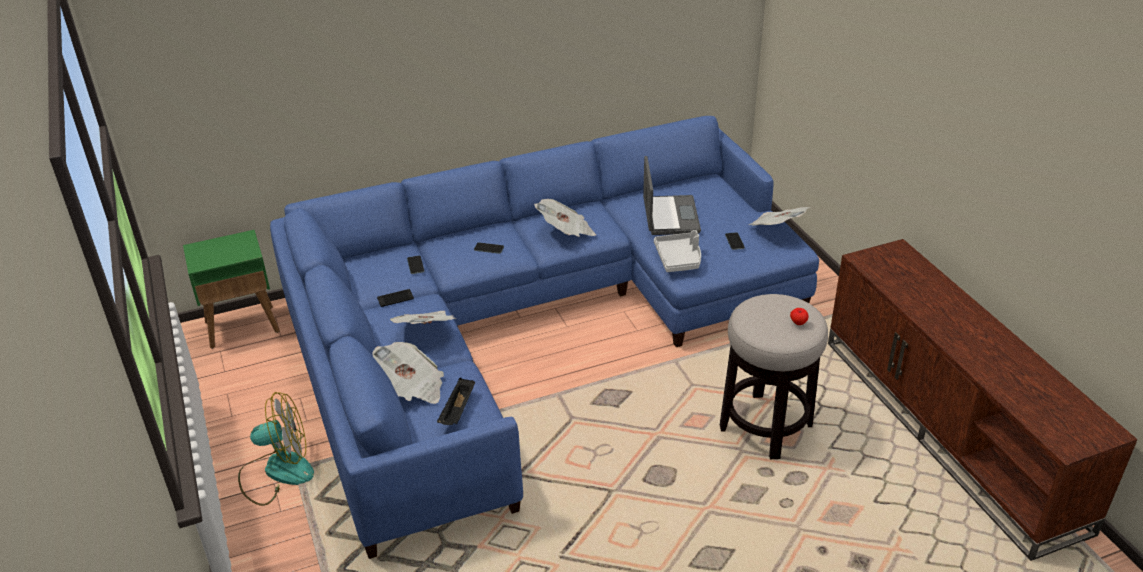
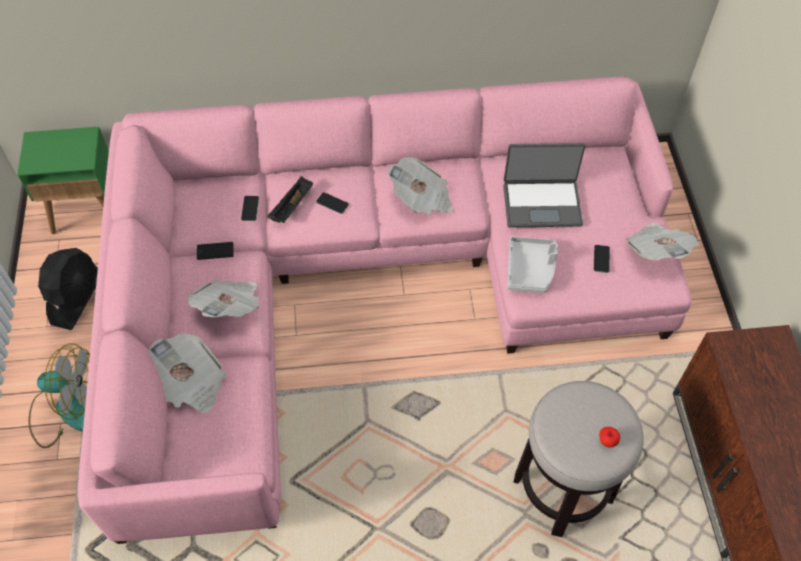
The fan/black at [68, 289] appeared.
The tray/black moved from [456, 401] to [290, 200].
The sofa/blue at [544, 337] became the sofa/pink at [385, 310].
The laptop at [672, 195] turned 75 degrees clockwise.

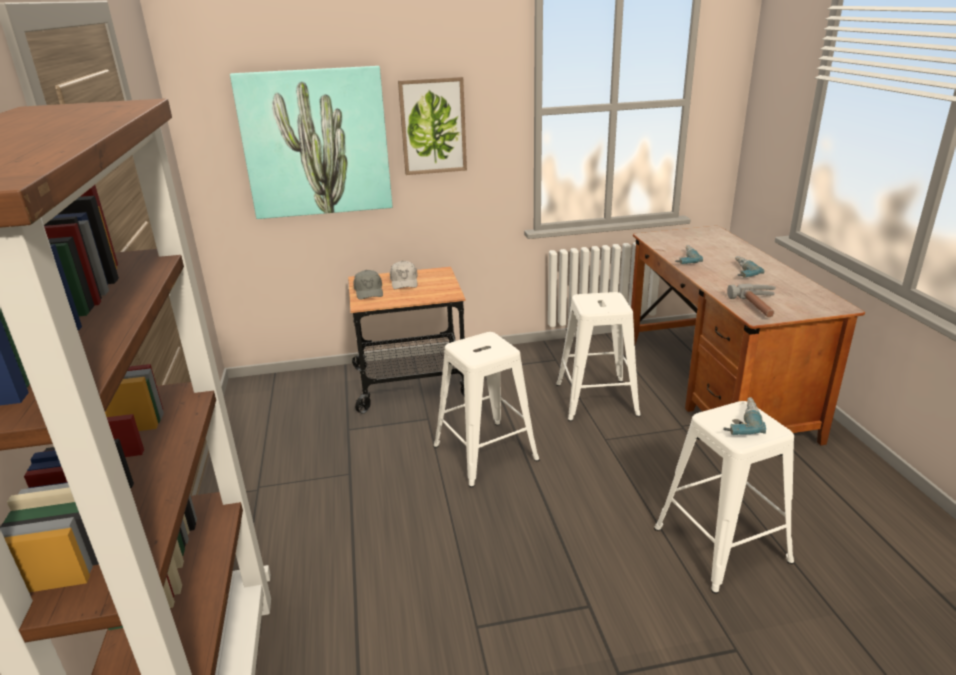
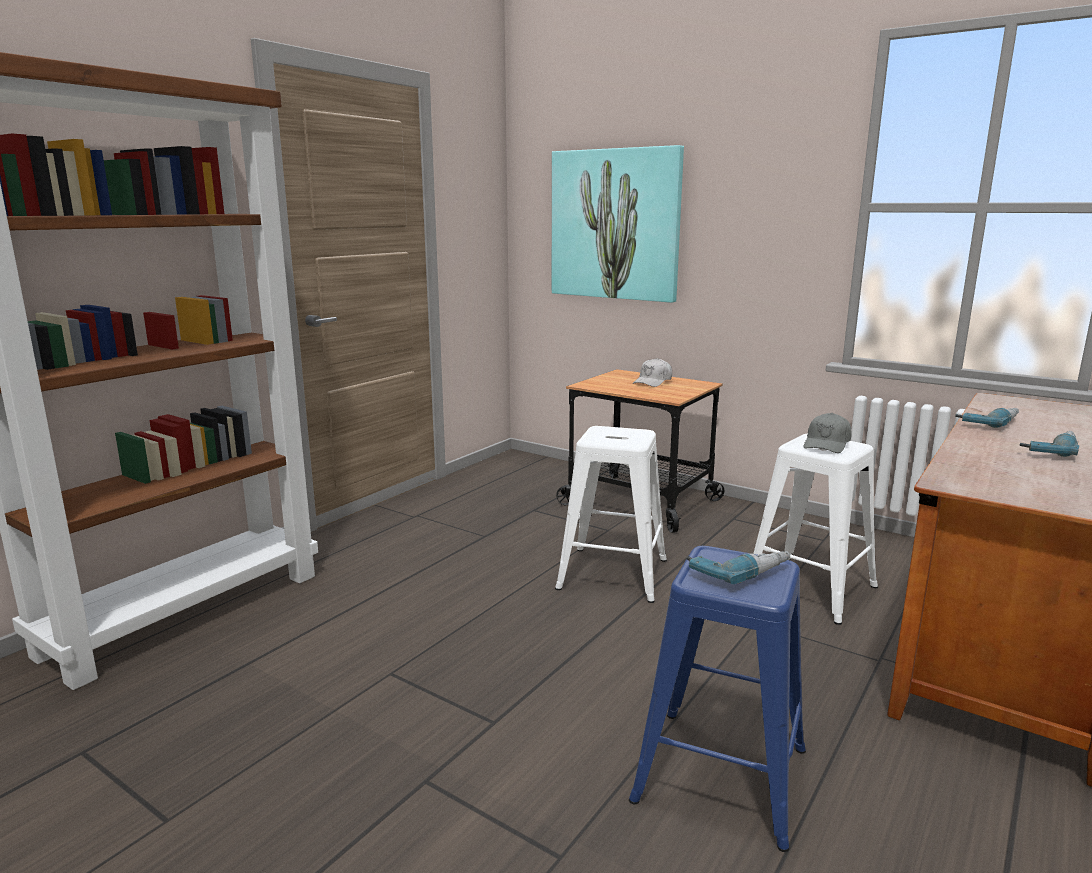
The picture at [432, 126] disappeared.
The hammer at [751, 300] disappeared.
The cap/grey moved from [368, 285] to [827, 433].
The stool/white at [724, 497] became the stool/blue at [717, 699].

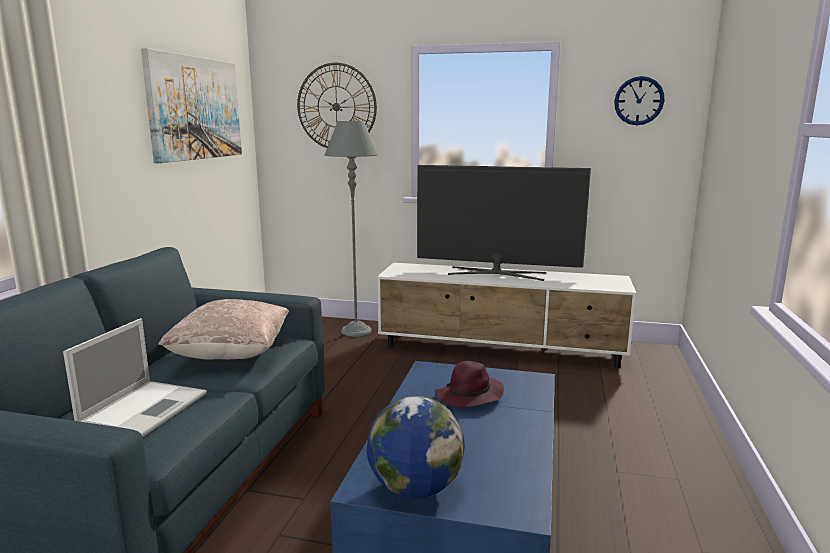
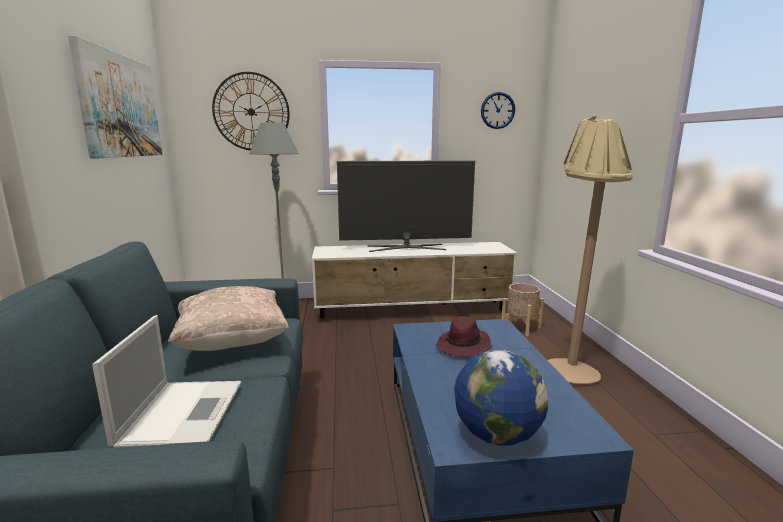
The planter/beige at [523, 310] appeared.
The floor lamp/beige at [590, 249] appeared.

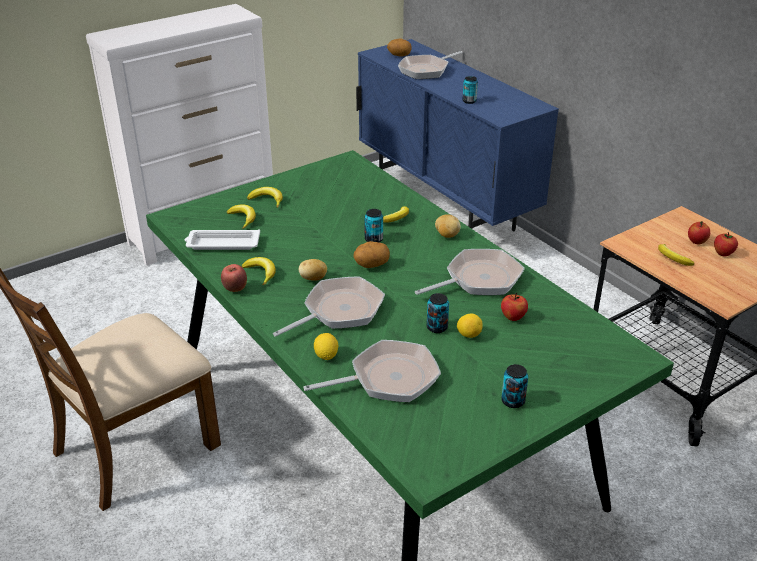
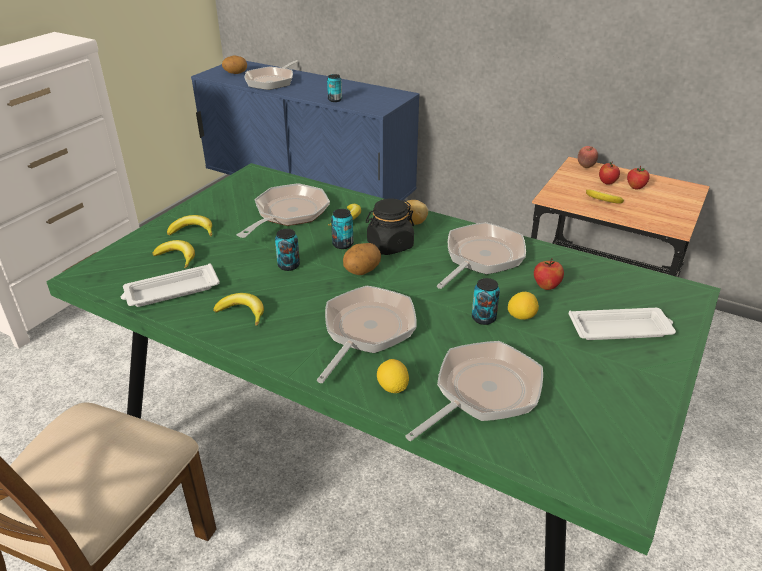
The potato at [313, 270] disappeared.
The frying pan at [283, 210] appeared.
The jar/black at [390, 226] appeared.
The tray/white at [622, 324] appeared.
The apple moved from [234, 278] to [588, 157].
The can moved from [514, 386] to [287, 250].

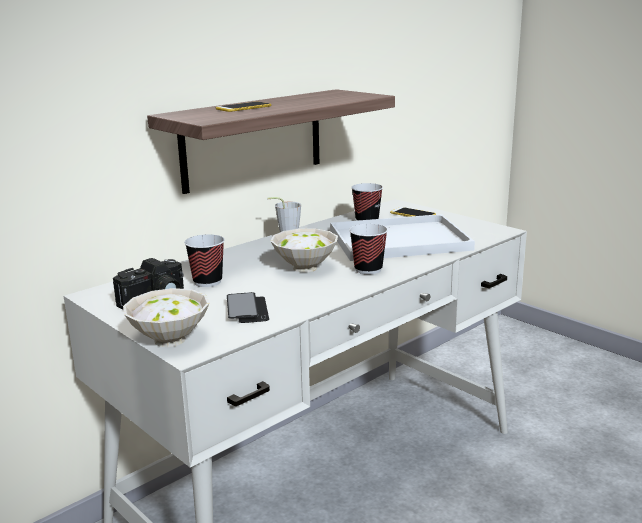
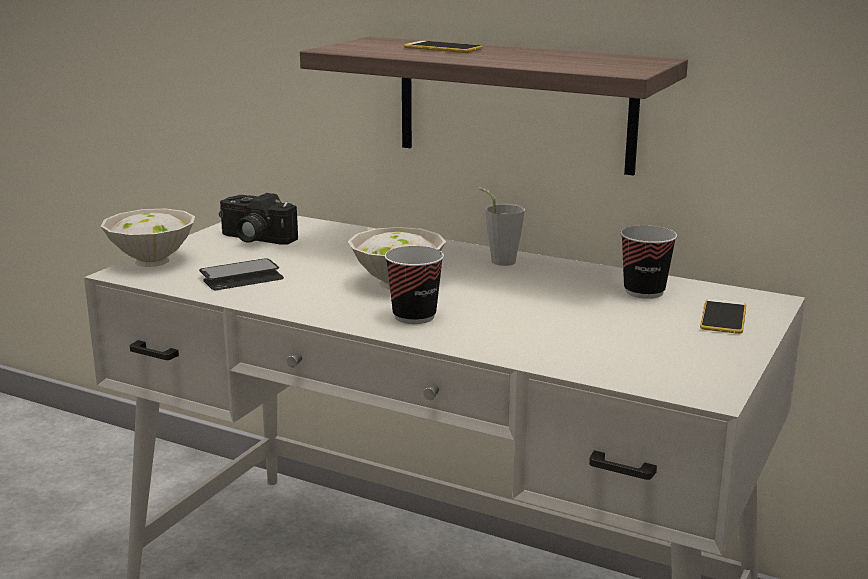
The cup at [204, 260] disappeared.
The tray/white at [402, 237] disappeared.

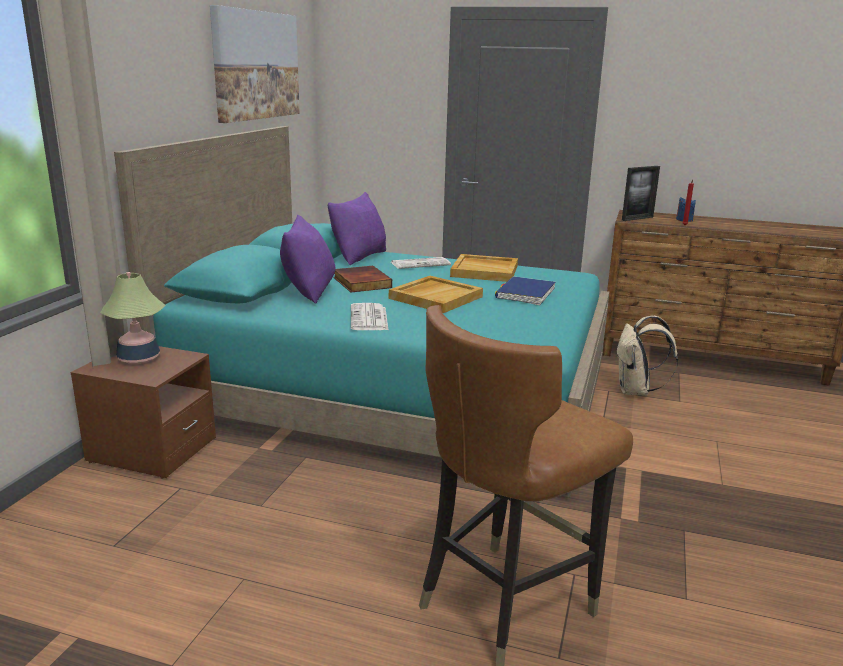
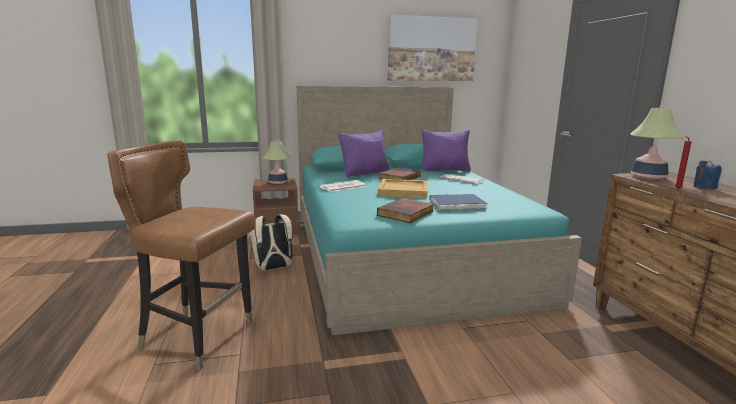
The tray/beige at [484, 268] disappeared.
The book at [405, 210] appeared.
The backpack/beige moved from [647, 355] to [270, 242].
The picture frame at [641, 193] was replaced by the table lamp at [657, 142].

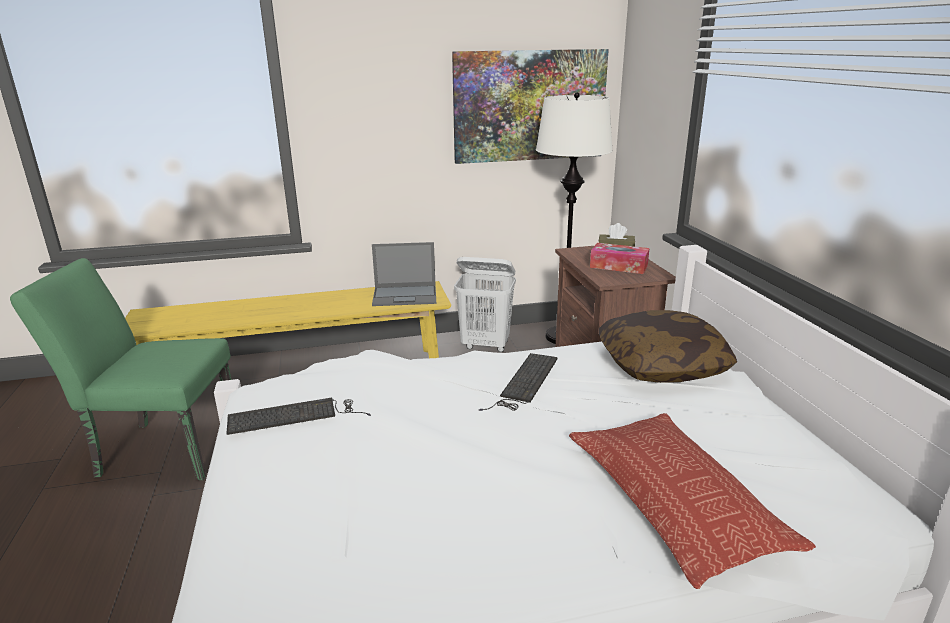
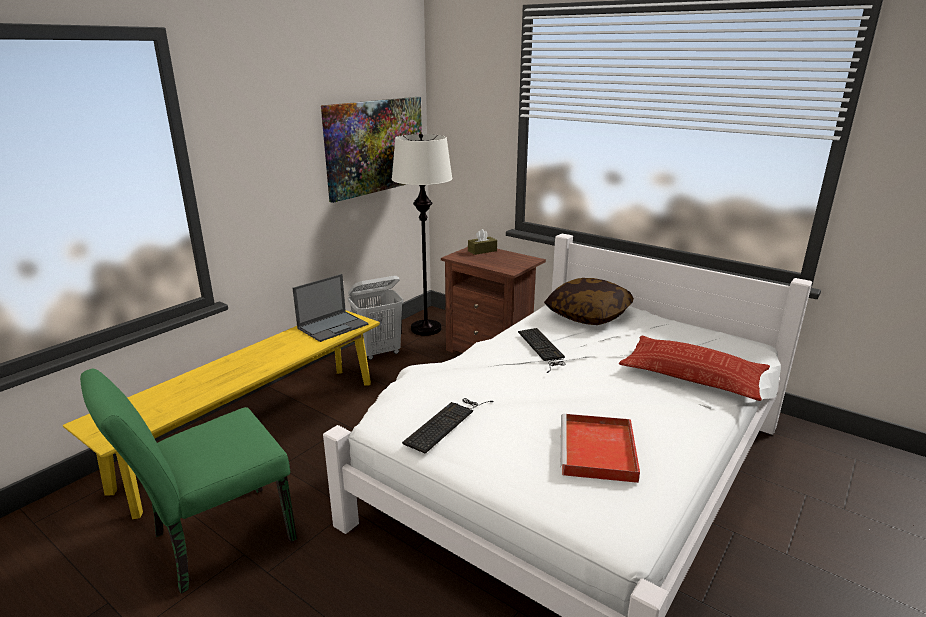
The tissue box at [620, 258] disappeared.
The tray/red at [600, 448] appeared.

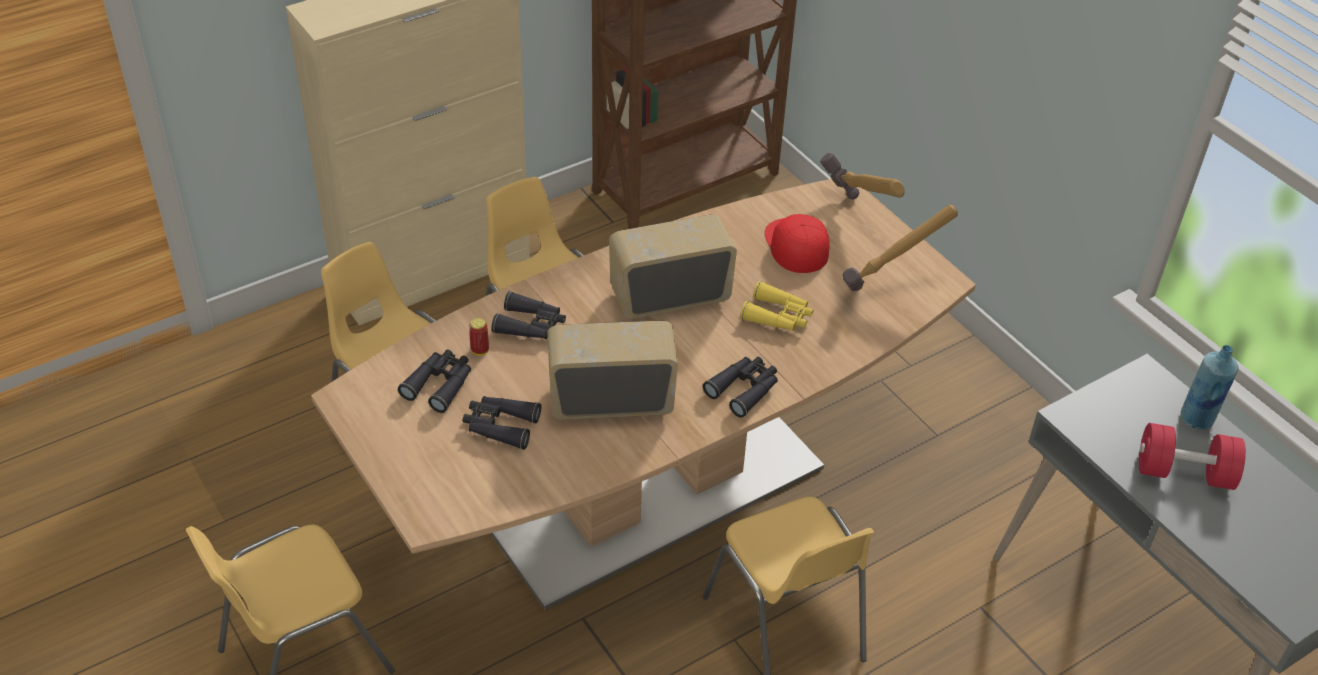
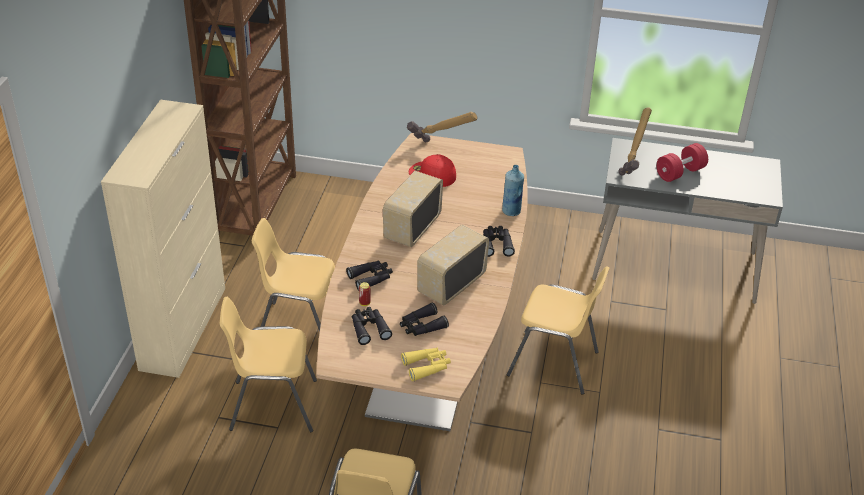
The binoculars/yellow moved from [777, 306] to [426, 365].
The hammer moved from [900, 248] to [635, 141].
The bottle/blue moved from [1209, 387] to [513, 190].

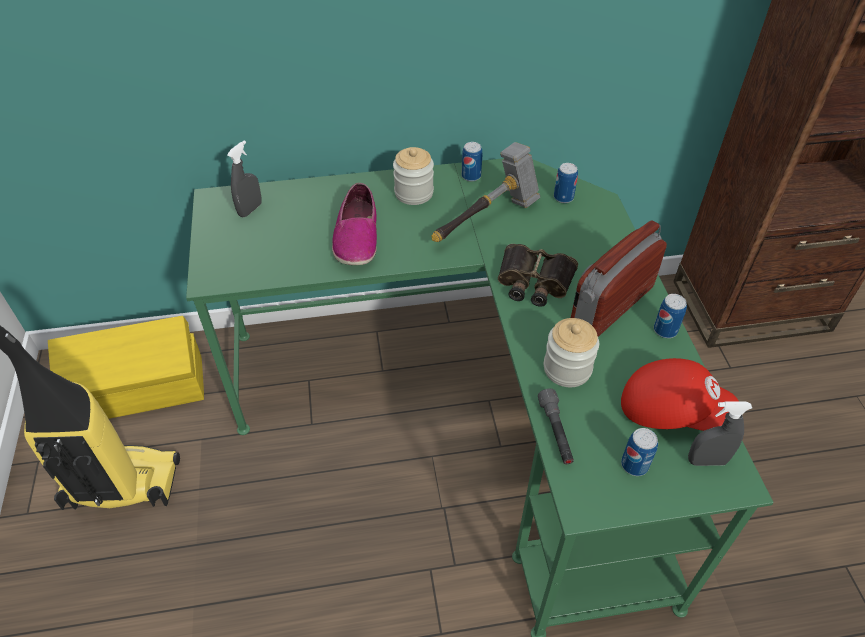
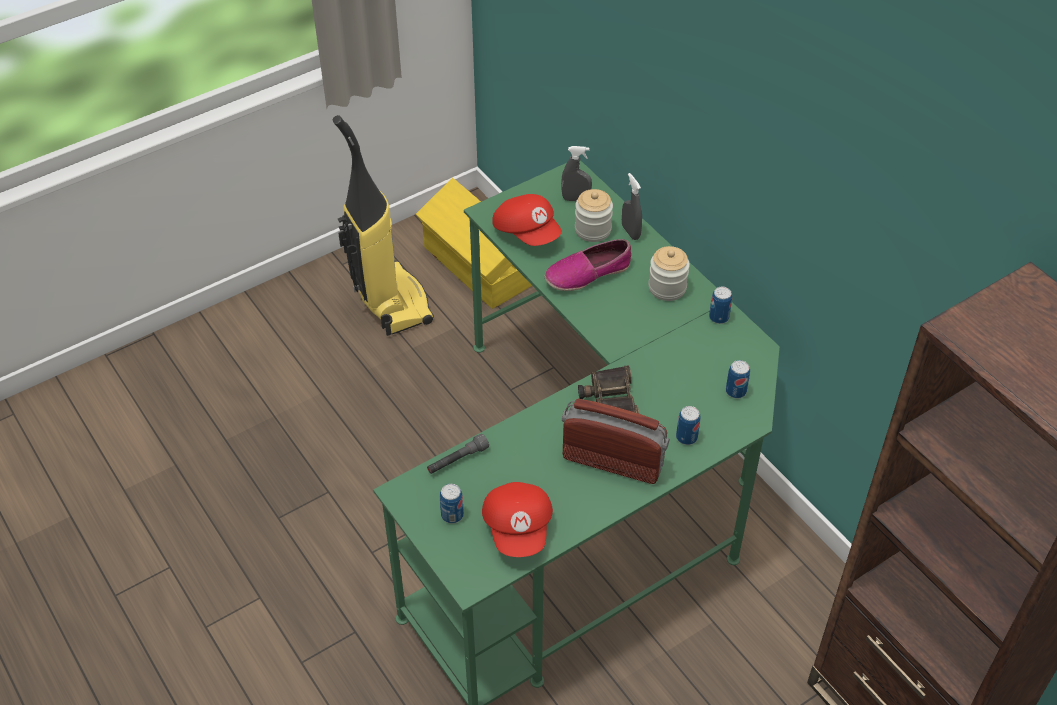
The hammer at [486, 192] disappeared.
The cap/red at [527, 220] appeared.
The jar moved from [571, 352] to [594, 215].
The can moved from [670, 316] to [688, 425].
The spray bottle/grey moved from [720, 433] to [632, 206].

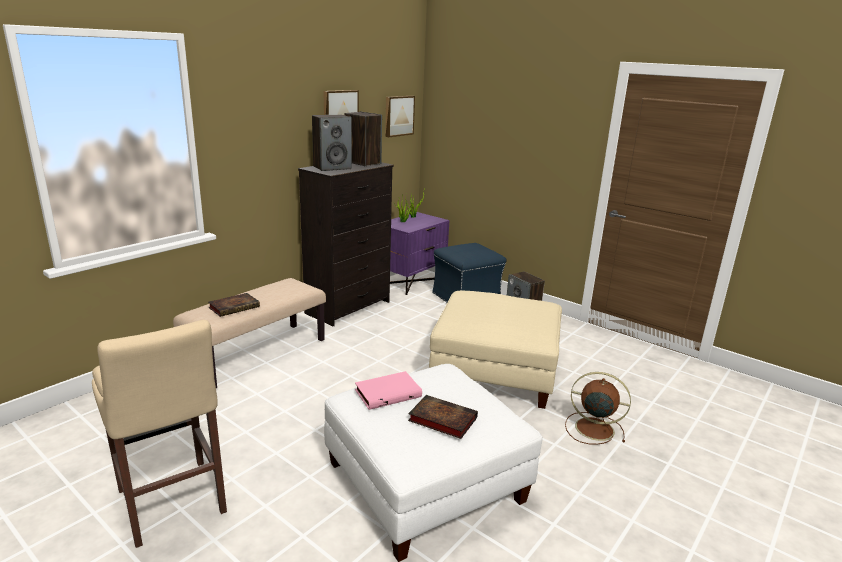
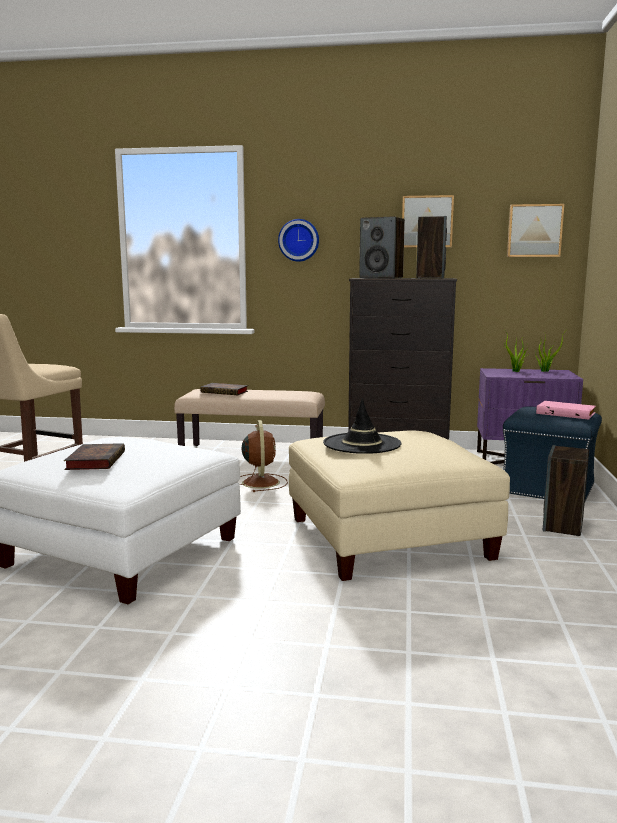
The wall clock at [298, 240] appeared.
The hat/black at [362, 426] appeared.
The book/pink moved from [388, 390] to [566, 410].
The fan/brown moved from [598, 408] to [264, 456].

